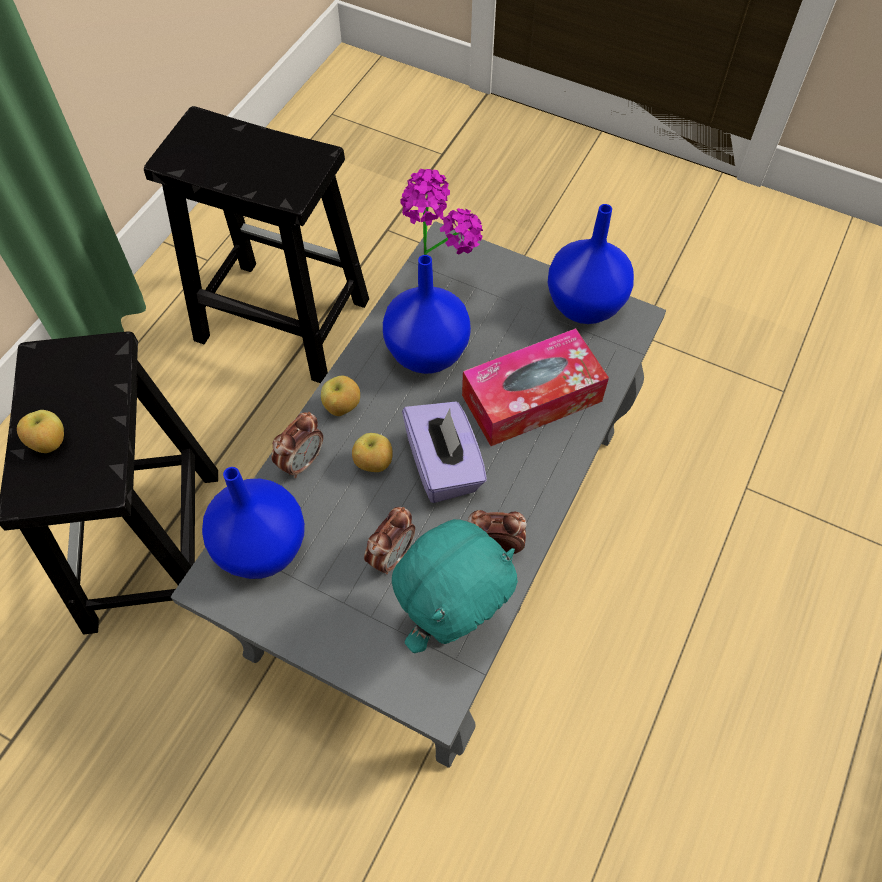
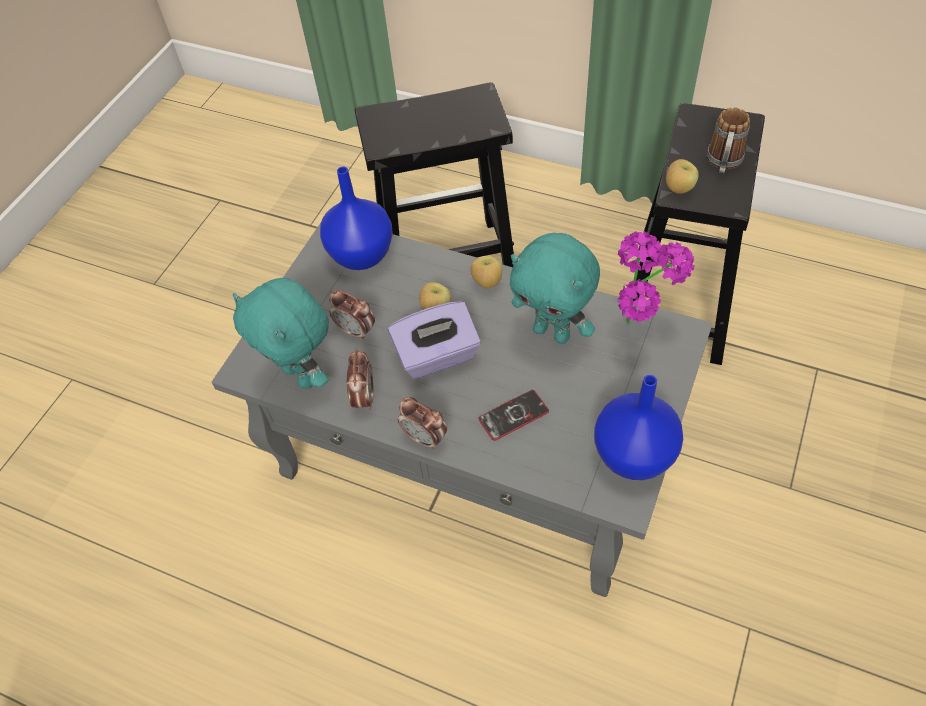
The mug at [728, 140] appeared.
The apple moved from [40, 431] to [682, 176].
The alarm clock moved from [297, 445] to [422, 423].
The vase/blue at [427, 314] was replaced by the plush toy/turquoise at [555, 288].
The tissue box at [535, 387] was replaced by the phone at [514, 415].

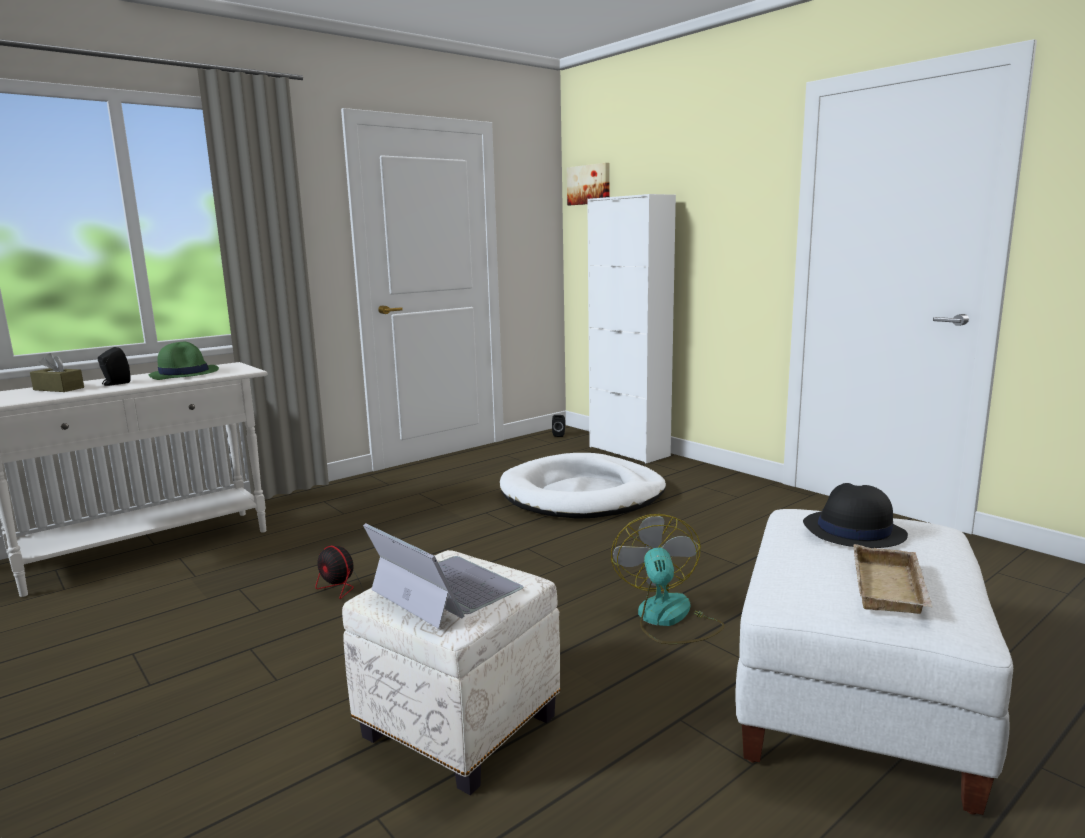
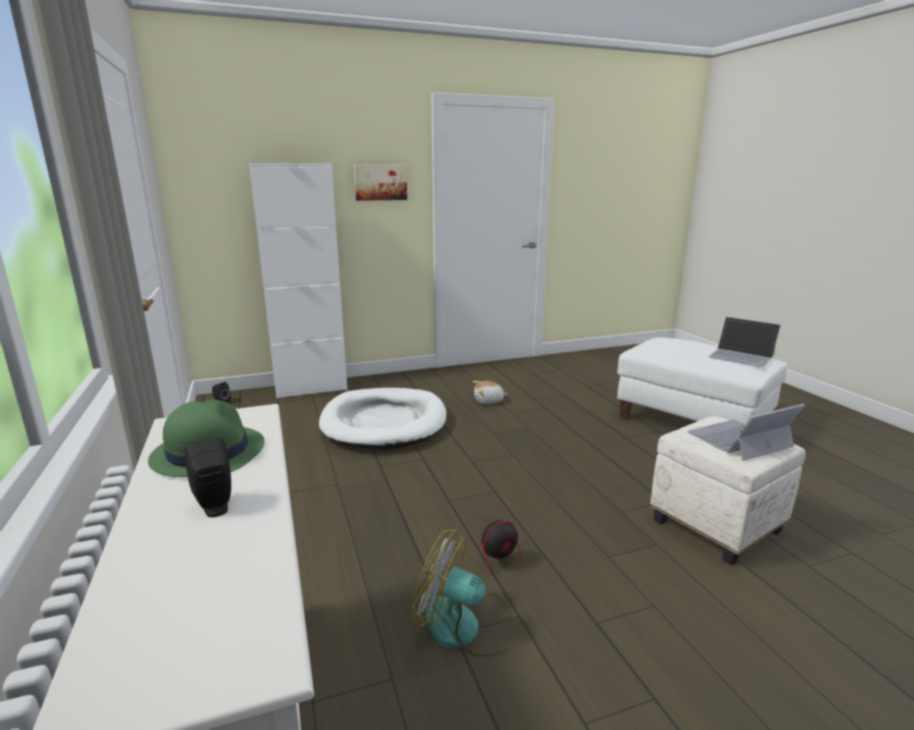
The tissue box/brown at [57, 372] disappeared.
The hat/black at [855, 515] disappeared.
The plush toy at [490, 392] appeared.
The picture moved from [588, 184] to [380, 182].
The fan moved from [668, 579] to [462, 593].
The tray/beige at [893, 579] was replaced by the laptop at [744, 342].

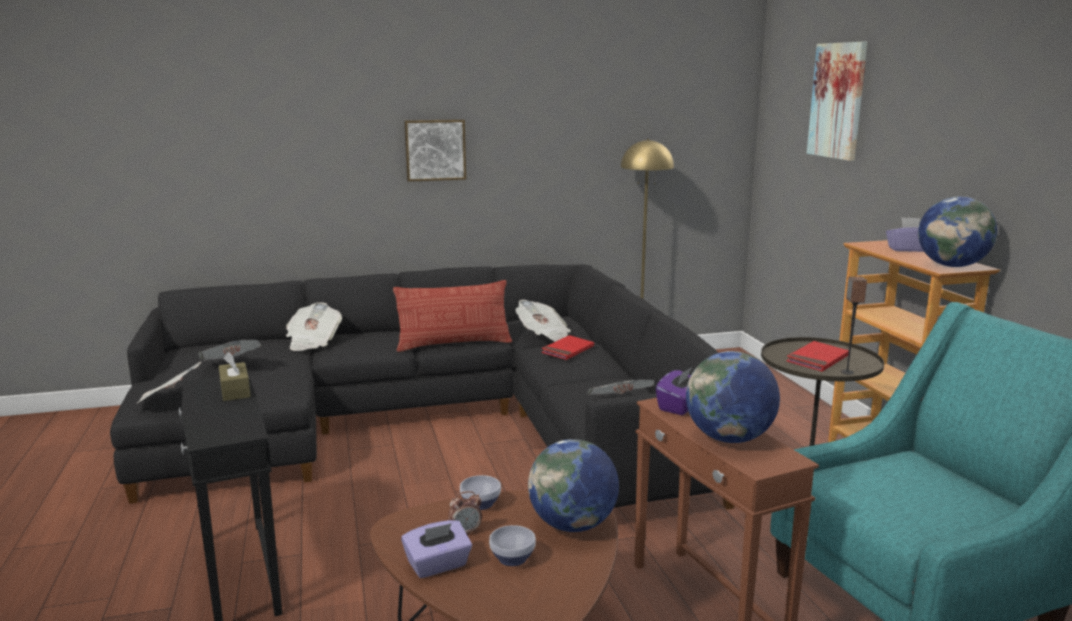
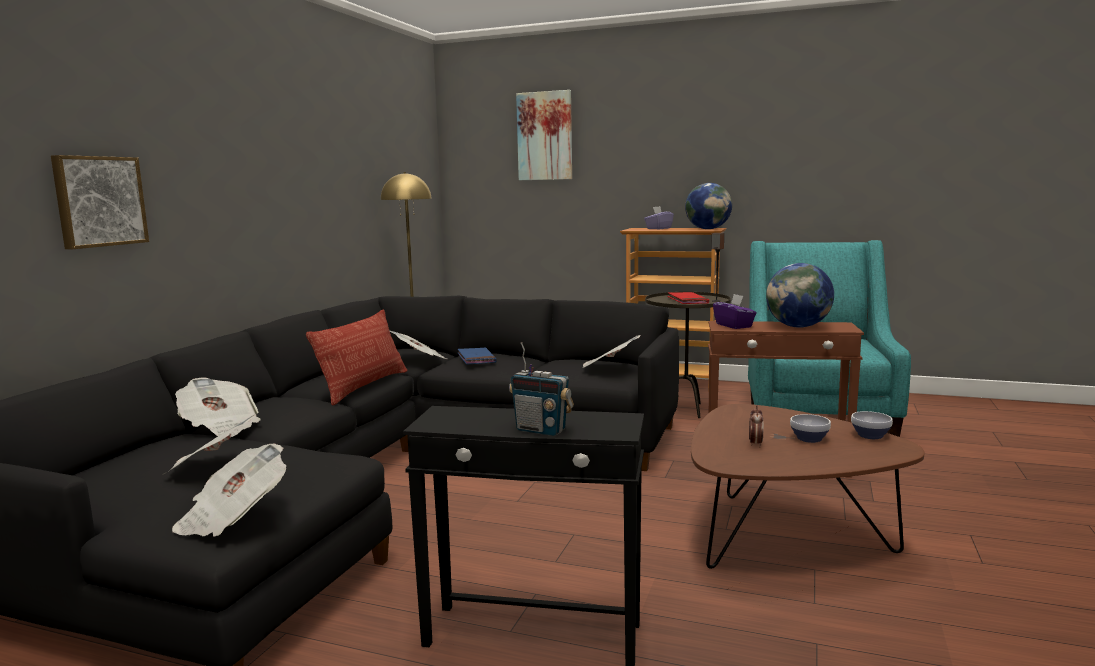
The tissue box/brown at [235, 376] disappeared.
The tissue box/purple at [436, 549] disappeared.
The globe at [573, 485] disappeared.
The radio at [541, 389] appeared.
The picture moved from [435, 150] to [100, 202].
The bowl moved from [480, 492] to [872, 425].
The book/red at [568, 347] became the book/blue at [477, 356].

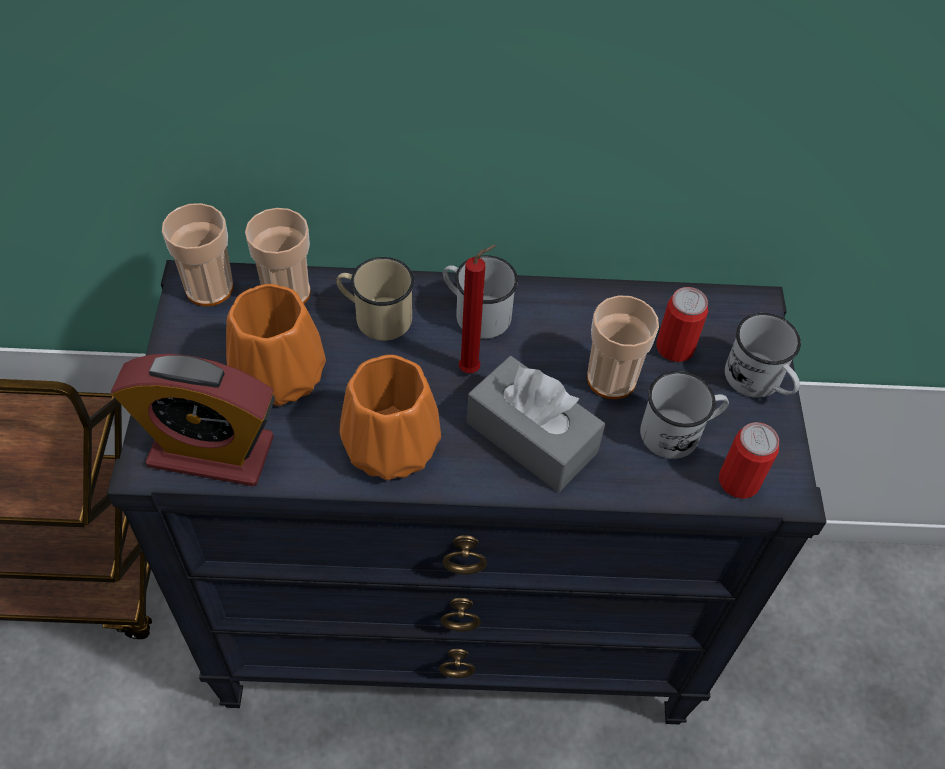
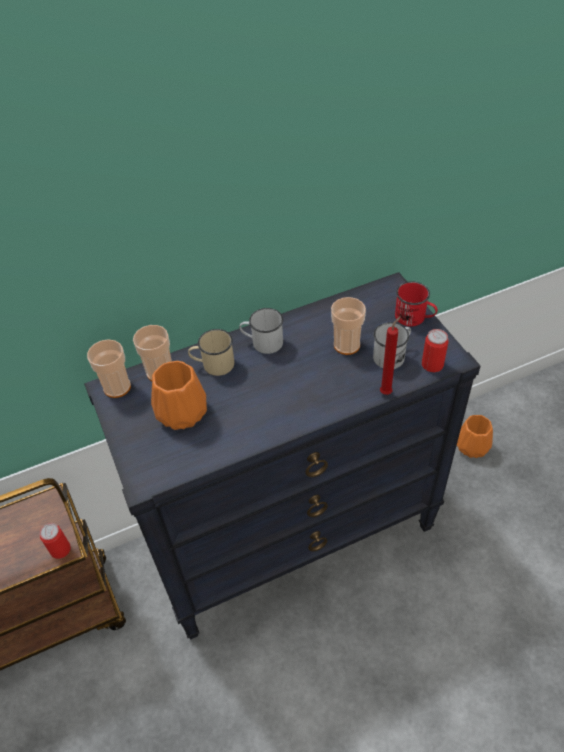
The alarm clock at [193, 420] disappeared.
The tissue box/grey at [536, 424] disappeared.
The vase/orange moved from [390, 417] to [475, 436].
The candle/red moved from [477, 309] to [390, 355].
The can moved from [682, 324] to [55, 541].
The mug/white at [763, 355] became the mug/red at [416, 303].

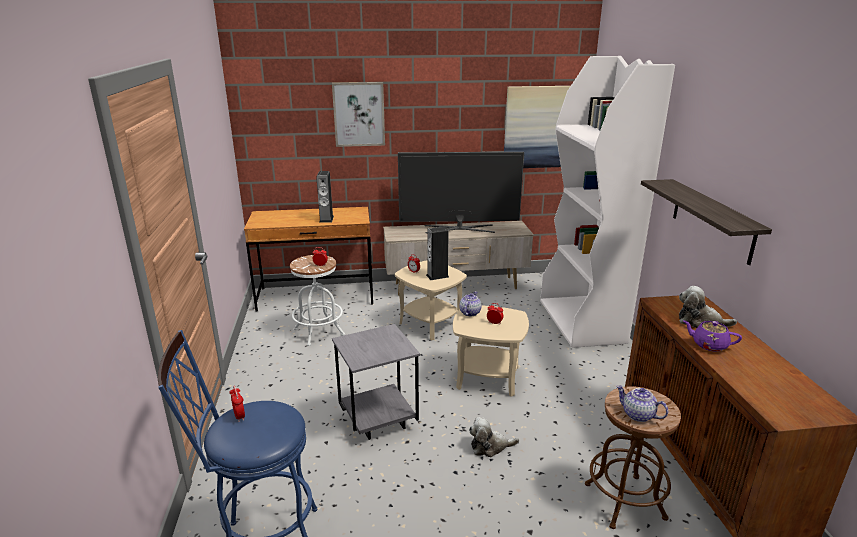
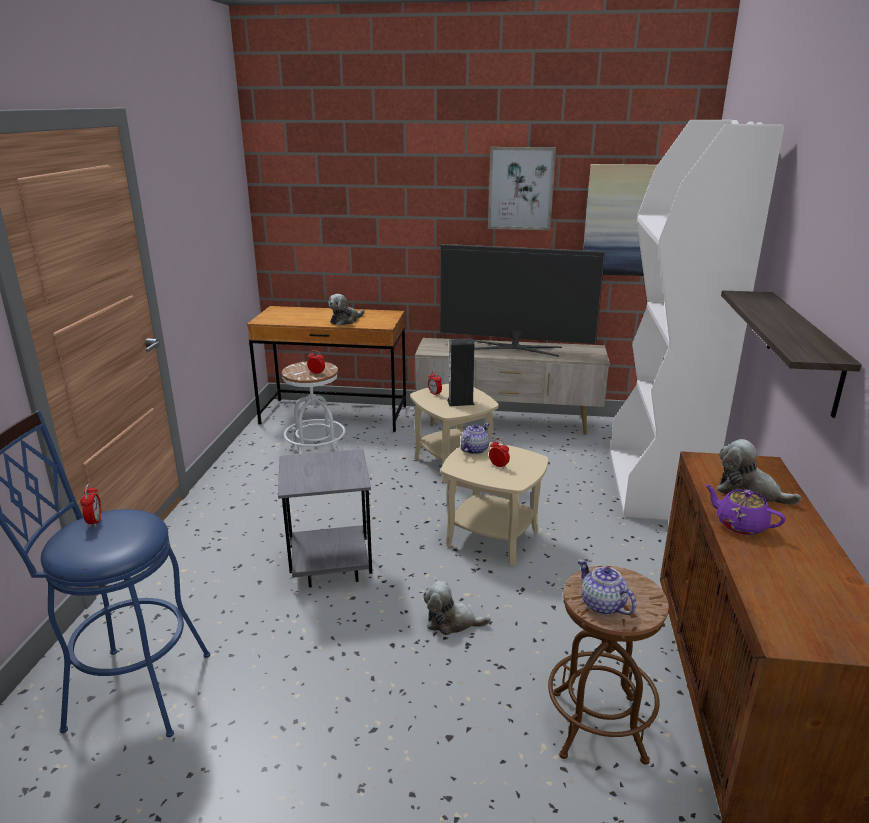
The picture moved from [358, 114] to [522, 188].
The speaker at [325, 197] was replaced by the plush toy at [346, 310].

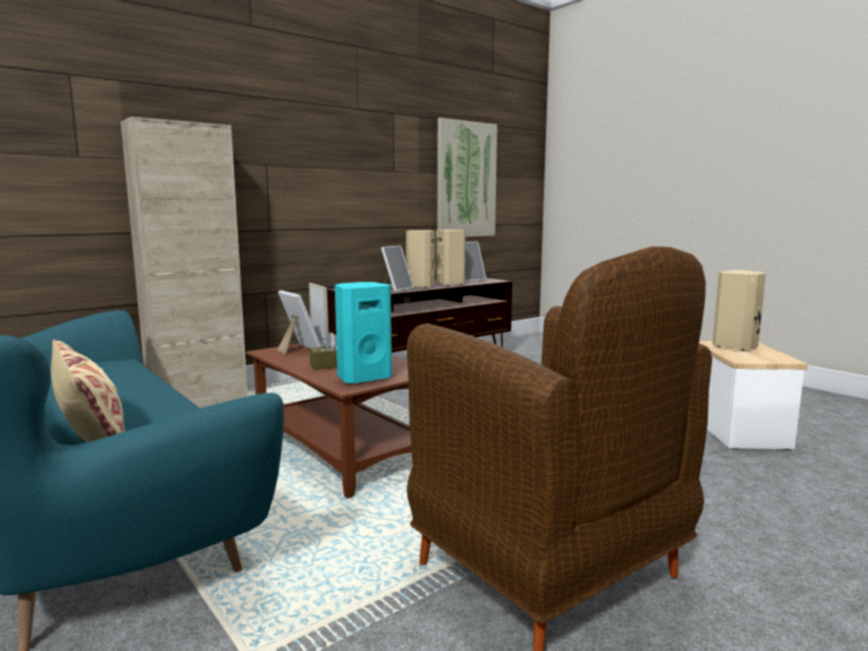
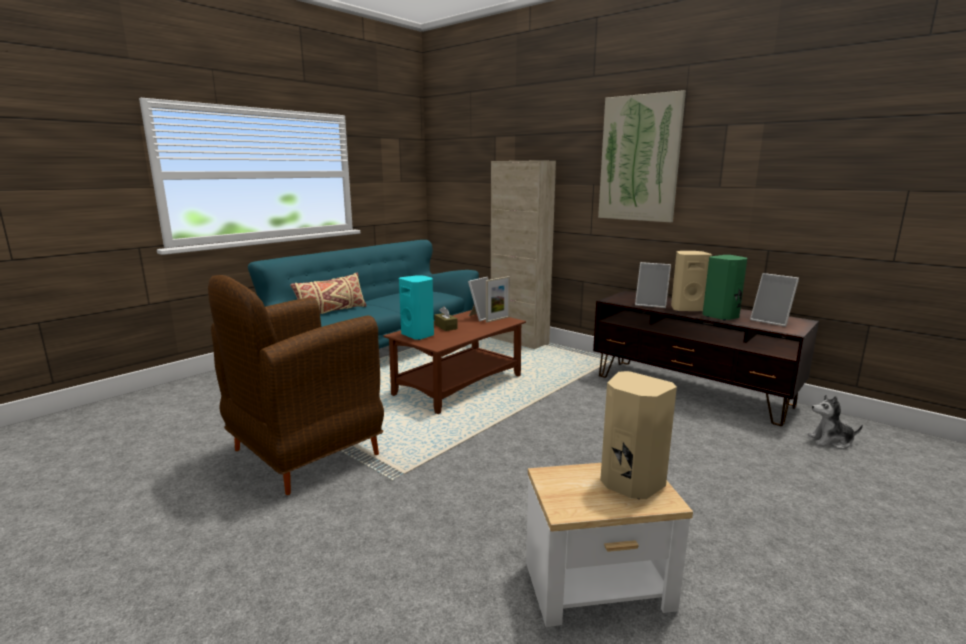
The plush toy at [835, 422] appeared.
The picture moved from [467, 177] to [642, 156].
The speaker/beige at [451, 258] became the speaker/green at [725, 288].

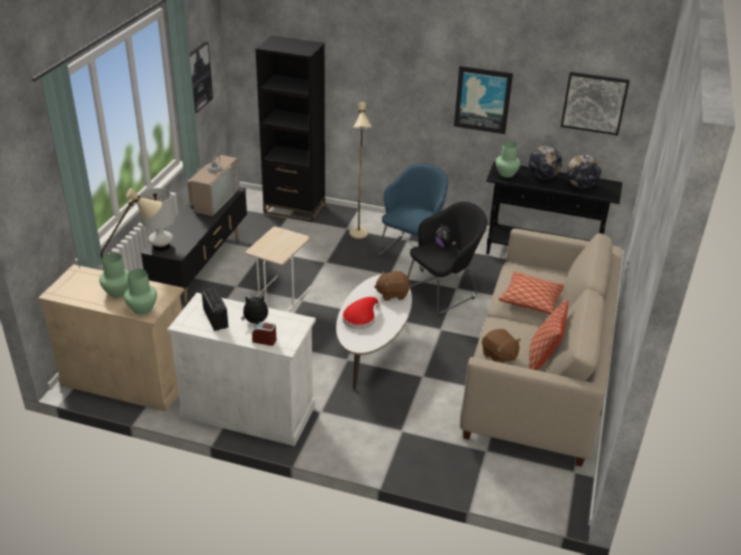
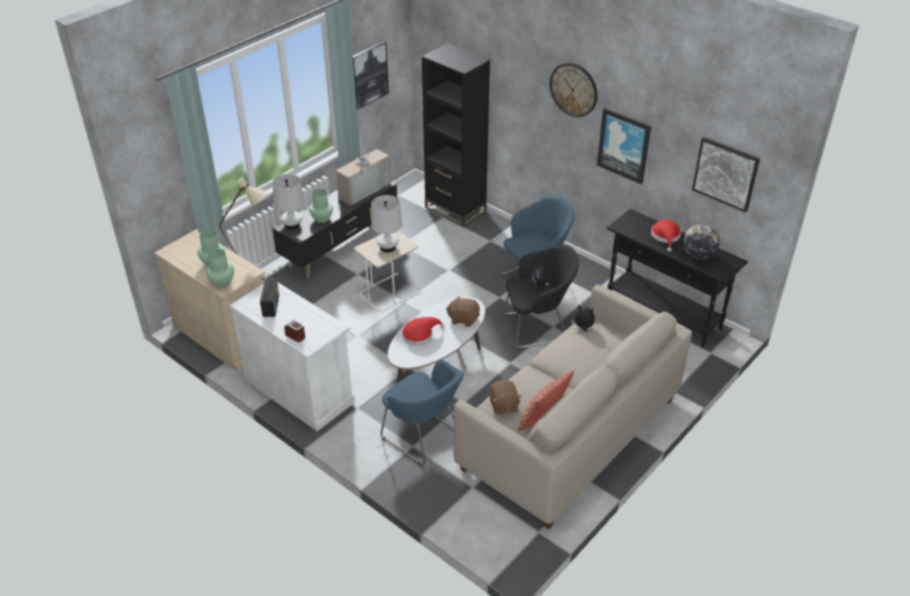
The floor lamp/beige at [360, 170] disappeared.
The pillow at [531, 293] disappeared.
The table lamp/white at [386, 223] appeared.
The armchair/blue at [422, 413] appeared.
The wall clock at [574, 89] appeared.
The plush toy moved from [254, 310] to [583, 318].
The vase/green moved from [508, 159] to [321, 206].
The globe at [545, 162] was replaced by the hat/red at [666, 236].

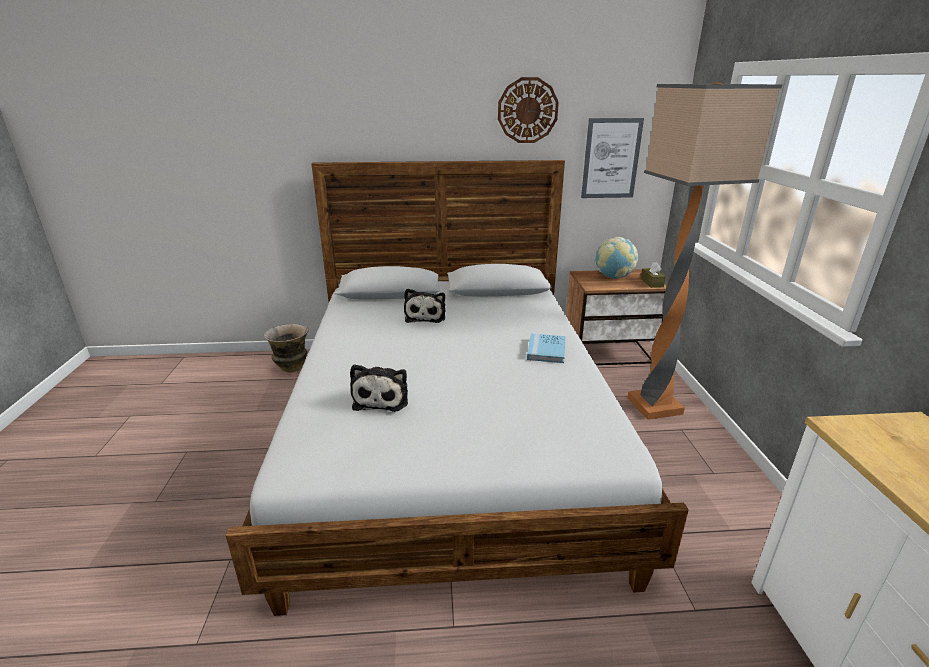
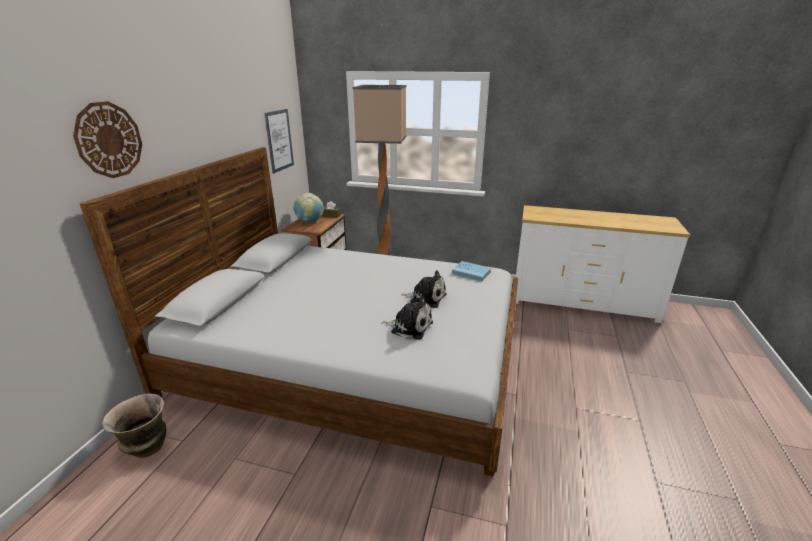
The plush toy moved from [424, 306] to [424, 289].
The wall clock moved from [528, 110] to [107, 139].
The book/blue moved from [546, 348] to [471, 271].

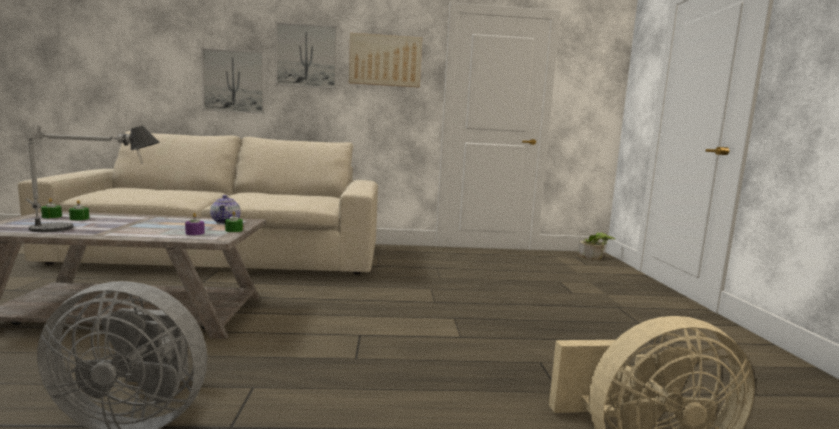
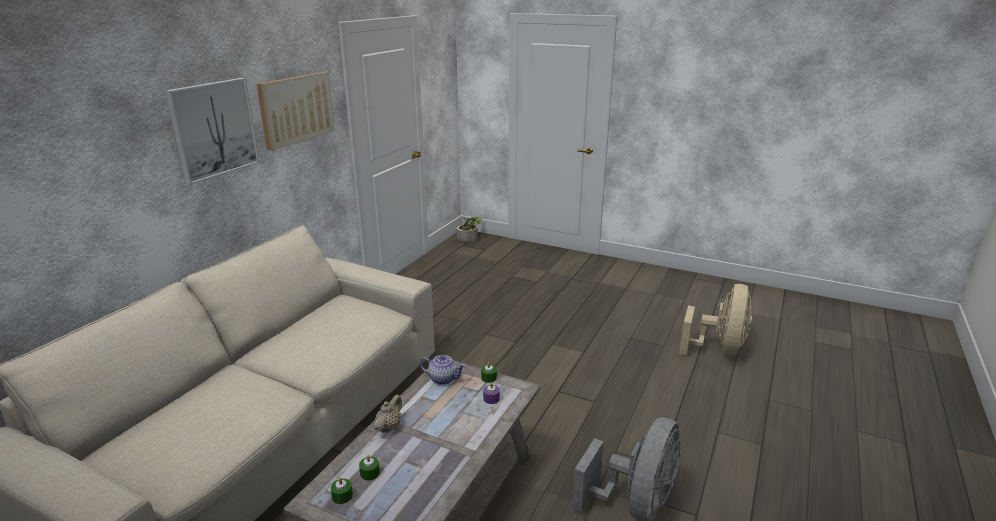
The table lamp at [93, 179] disappeared.
The picture at [233, 81] disappeared.
The teapot/beige at [388, 414] appeared.

